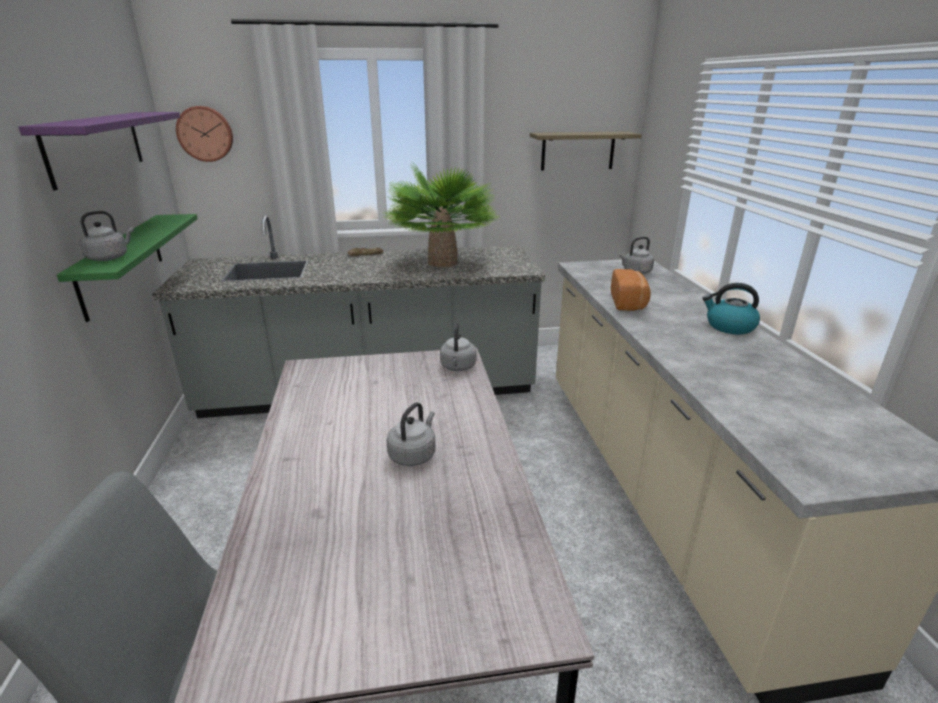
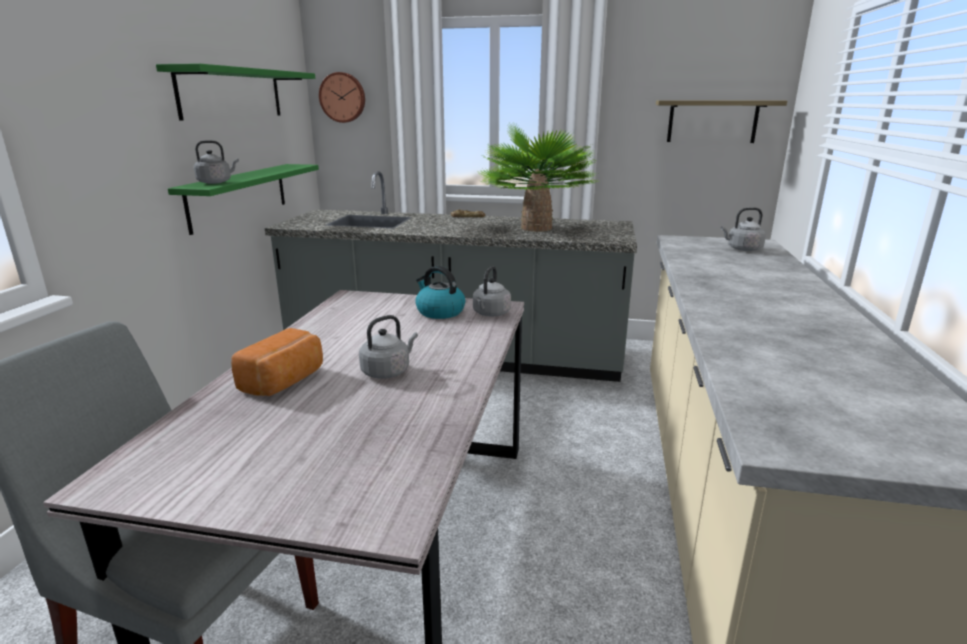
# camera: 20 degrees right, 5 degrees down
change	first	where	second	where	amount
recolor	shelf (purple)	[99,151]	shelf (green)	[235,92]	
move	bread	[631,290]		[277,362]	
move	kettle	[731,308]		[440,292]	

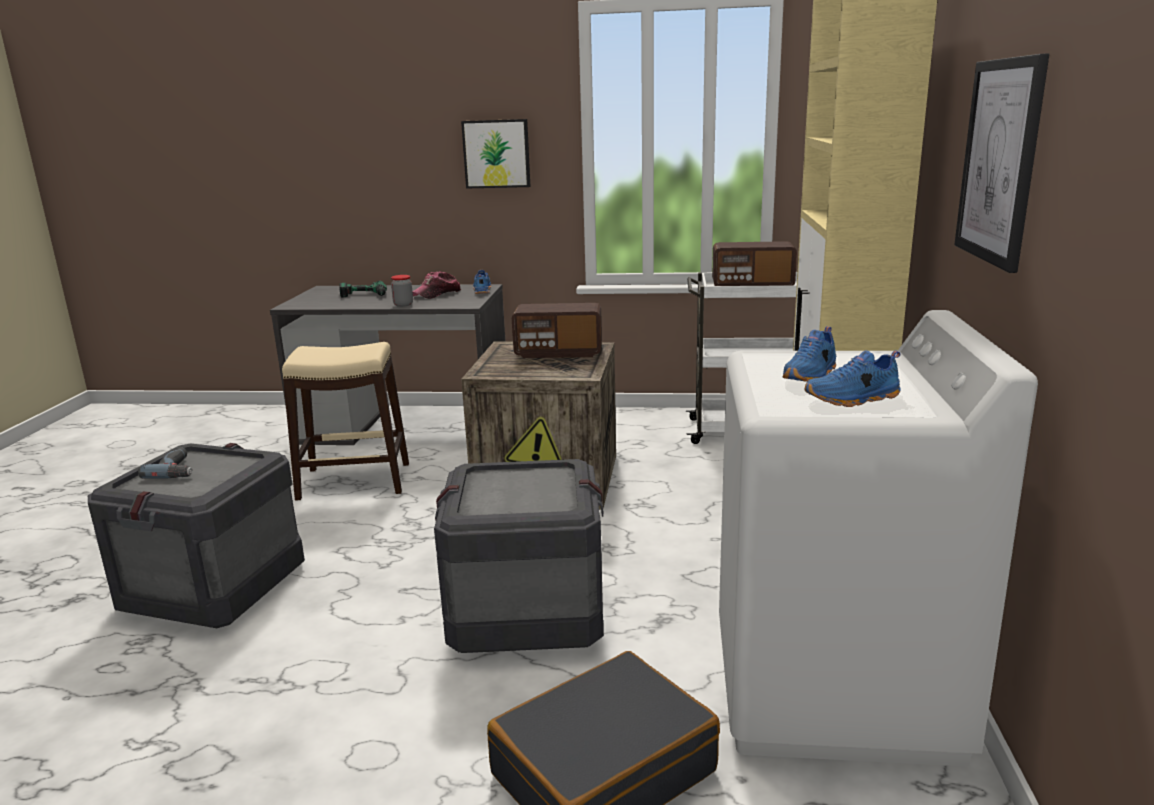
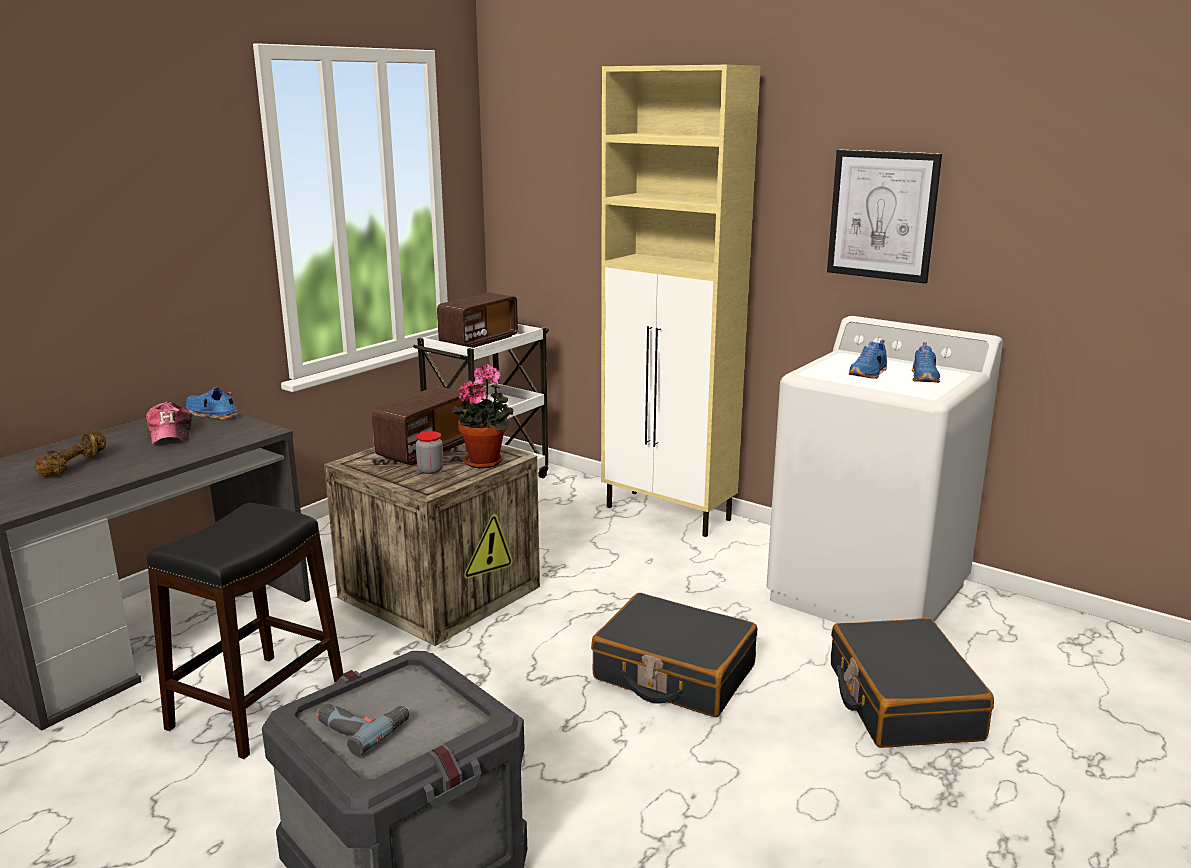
# camera: 60 degrees left, 0 degrees up
change	first	where	second	where	amount
replace	power drill	[363,289]	dumbbell (brown)	[70,453]	
recolor	stool (beige)	[345,421]	stool (black)	[245,631]	
move	jar	[402,291]		[430,452]	
insert			potted plant	[482,416]	
replace	crate	[518,556]	suitcase (black)	[674,655]	
rotate	shoe (blue)	[809,354]		[868,359]	60 degrees clockwise
delete	picture	[495,154]			

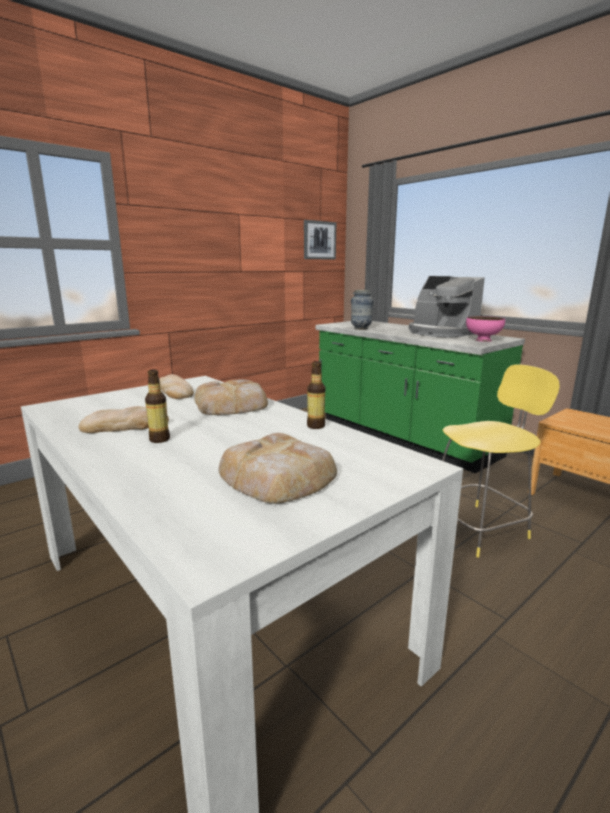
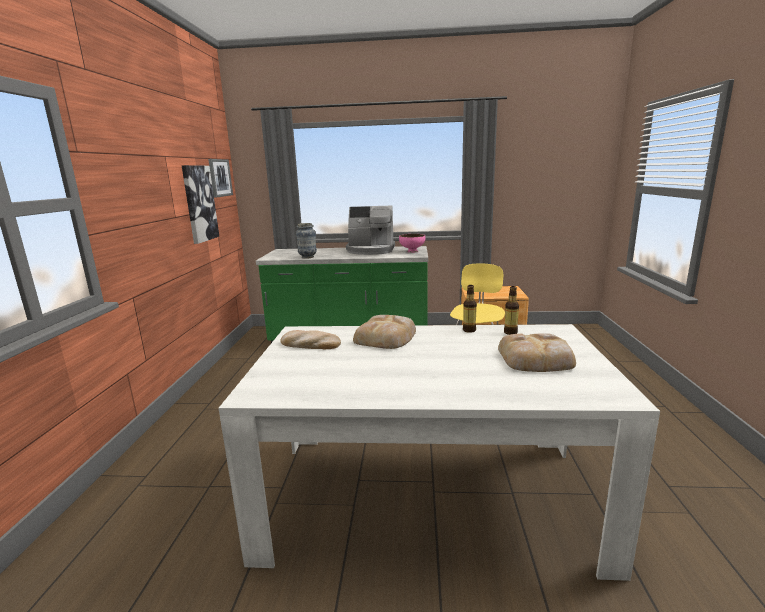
# camera: 45 degrees left, 0 degrees up
change	first	where	second	where	amount
insert			picture	[200,204]	
move	bottle	[157,406]		[511,310]	
delete	bread	[124,419]			

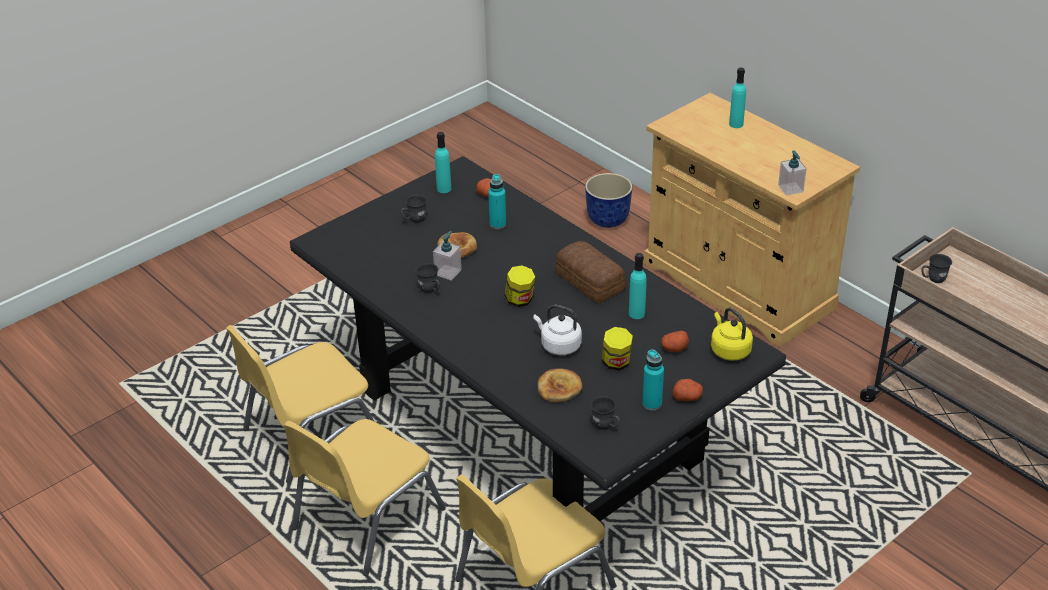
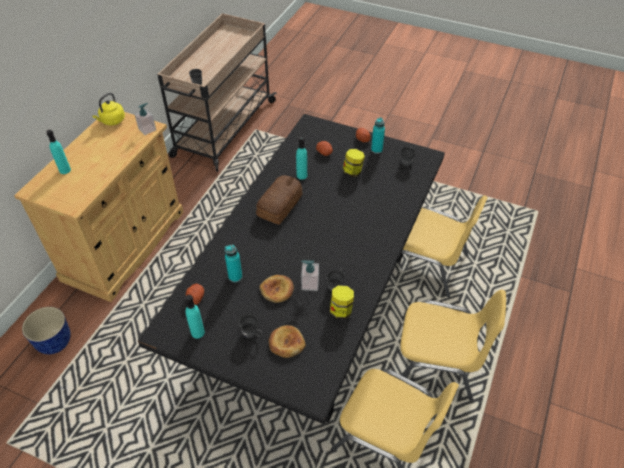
# camera: 115 degrees left, 10 degrees up
change	first	where	second	where	amount
move	kettle (yellow)	[732,334]		[108,109]	
move	bread	[559,385]		[287,341]	
move	jar	[520,286]		[342,302]	
delete	kettle (white)	[557,330]			

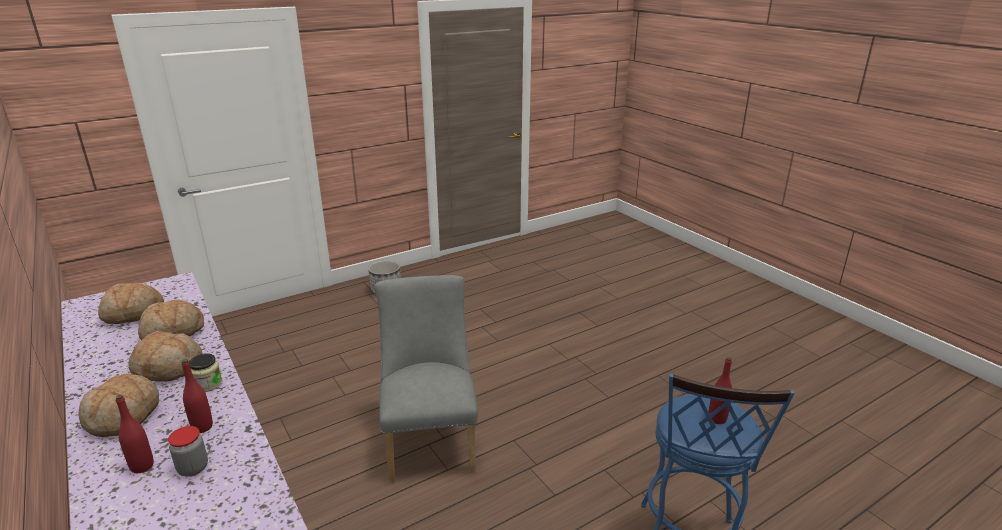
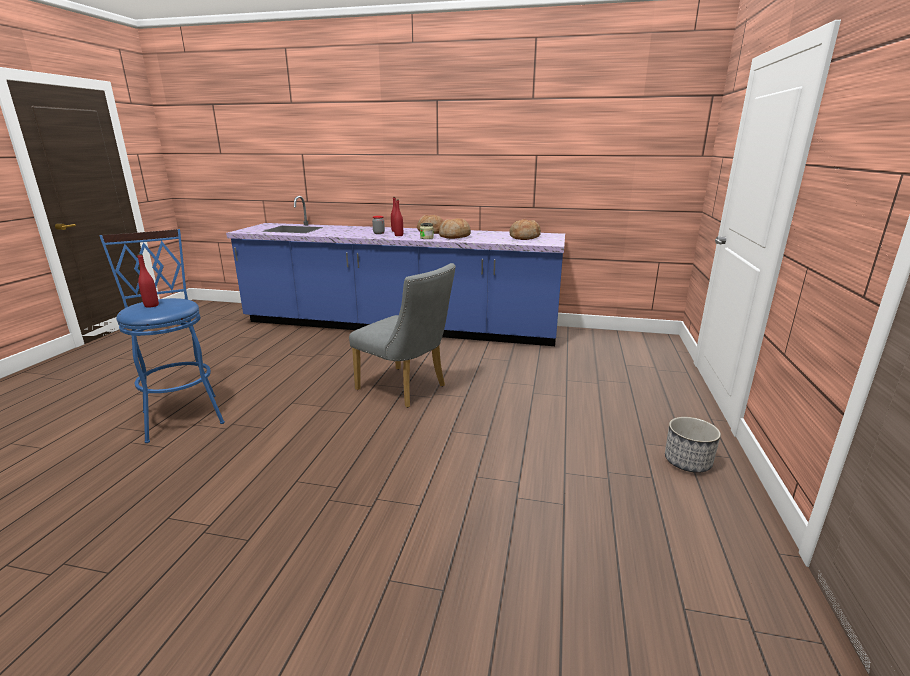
# camera: 135 degrees right, 5 degrees down
change	first	where	second	where	amount
delete	bread	[171,320]			

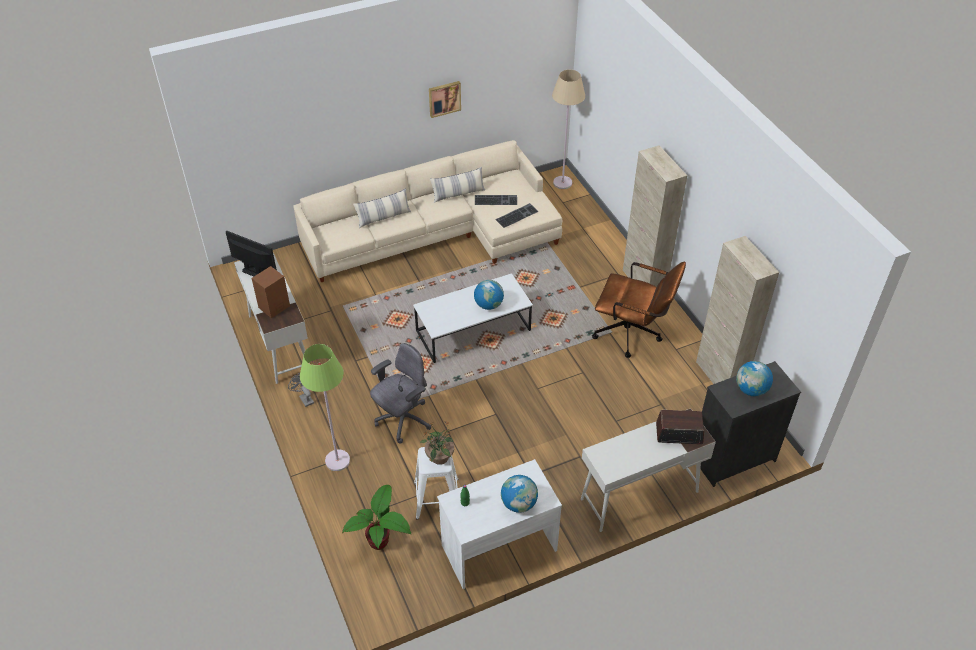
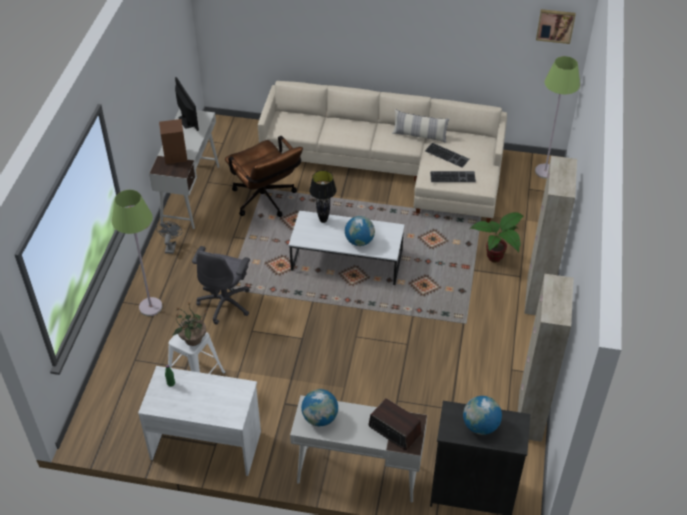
# camera: 35 degrees right, 0 degrees up
change	first	where	second	where	amount
rotate	office chair (grey)	[401,393]		[221,285]	120 degrees clockwise
move	office chair (brown)	[639,310]		[264,176]	
move	globe	[519,494]		[319,407]	
insert			table lamp (black)	[323,196]	
move	potted plant	[376,517]		[496,237]	
recolor	floor lamp (beige)	[568,129]	floor lamp (green)	[557,117]	
move	picture	[445,99]		[556,26]	
delete	pillow	[382,208]			

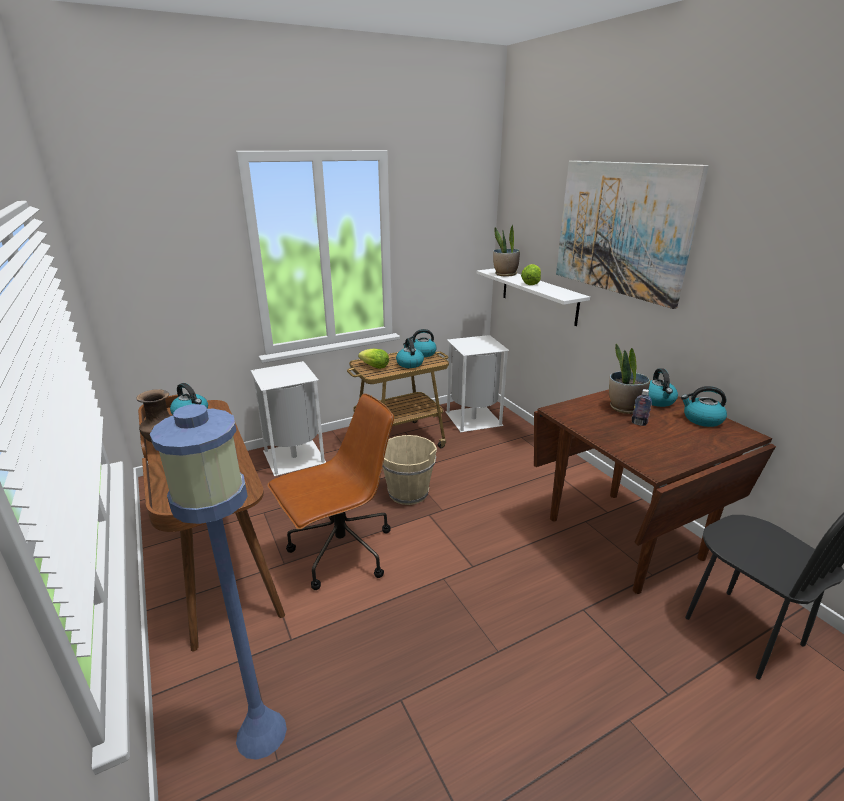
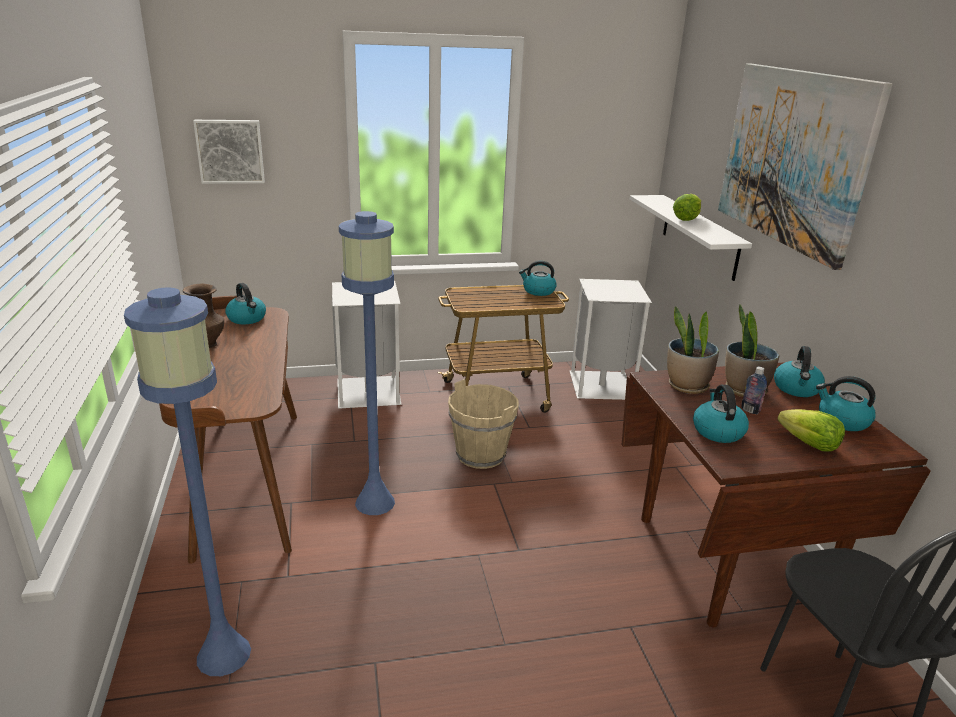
# camera: 15 degrees right, 0 degrees up
change	first	where	second	where	amount
insert			picture	[229,152]	
replace	office chair (brown)	[330,491]	floor lamp (blue)	[367,363]	
move	potted plant	[506,250]		[693,350]	
move	kettle	[410,353]		[721,414]	
move	lettuce	[373,358]		[811,430]	

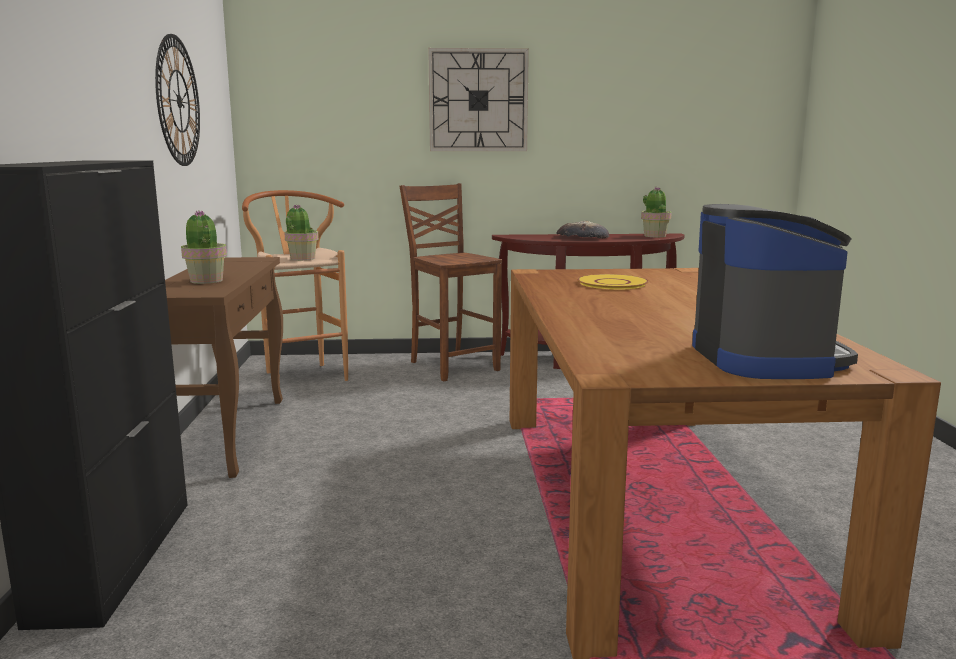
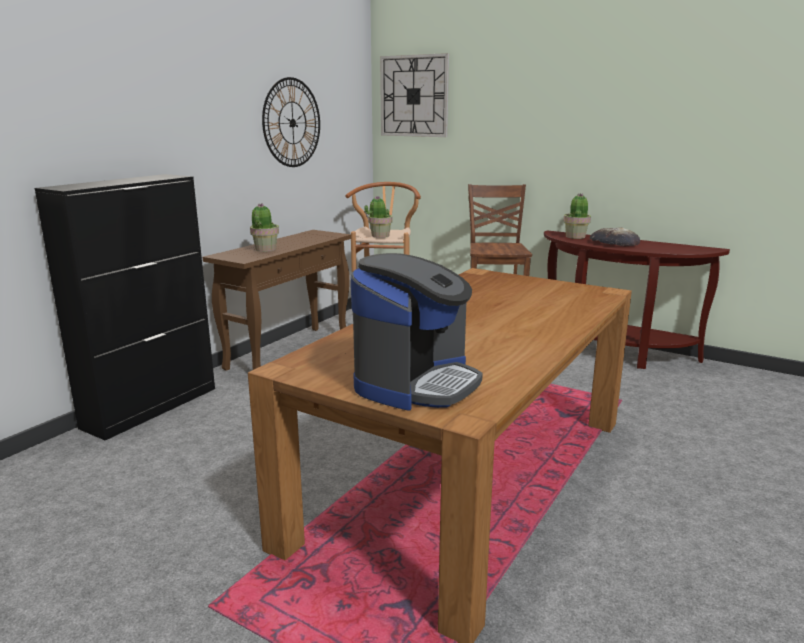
# camera: 35 degrees right, 5 degrees up
change	first	where	second	where	amount
move	wall clock	[478,99]		[414,95]	
move	potted plant	[656,212]		[577,216]	
delete	plate (yellow)	[613,282]			

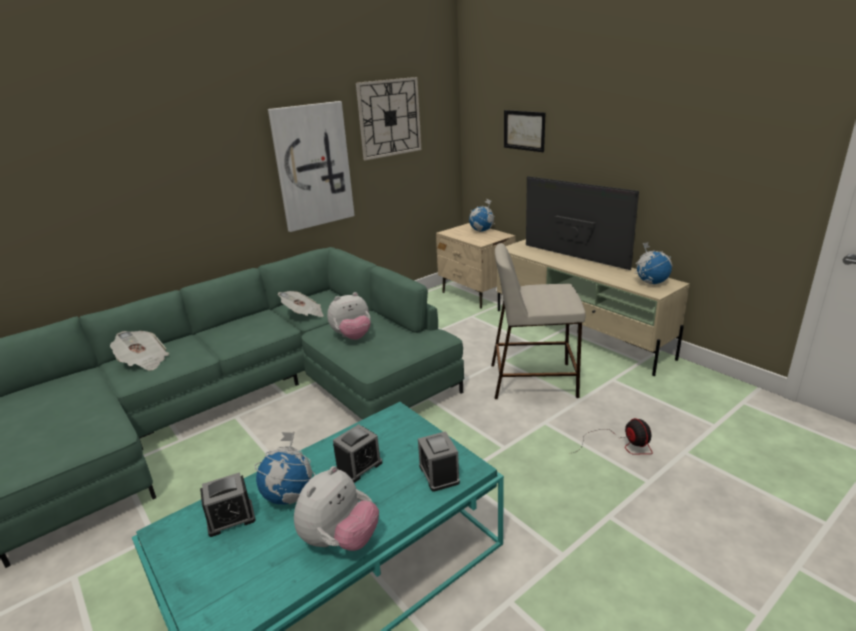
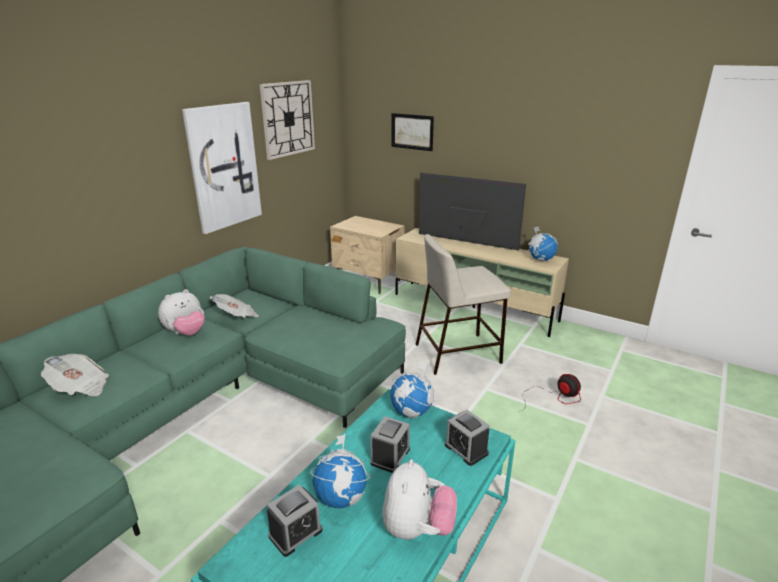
# camera: 20 degrees left, 0 degrees up
change	first	where	second	where	amount
move	plush toy	[349,316]		[181,312]	
move	globe	[482,215]		[413,389]	

